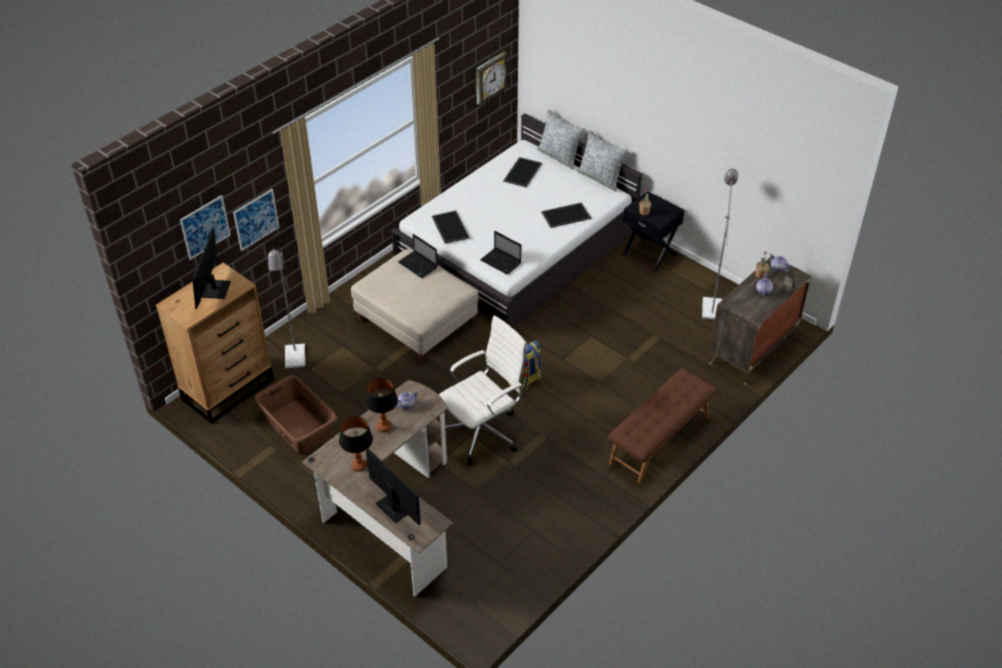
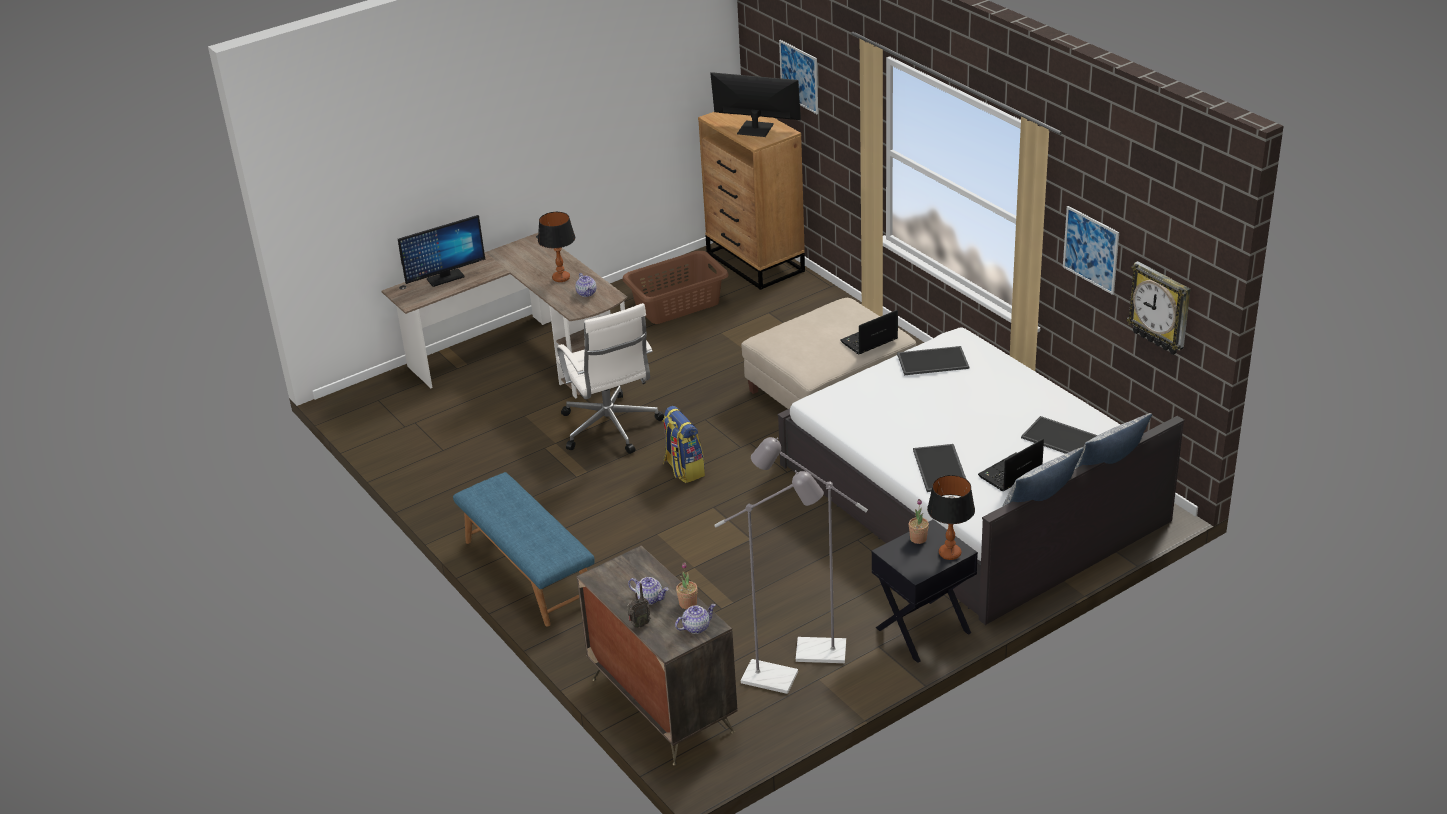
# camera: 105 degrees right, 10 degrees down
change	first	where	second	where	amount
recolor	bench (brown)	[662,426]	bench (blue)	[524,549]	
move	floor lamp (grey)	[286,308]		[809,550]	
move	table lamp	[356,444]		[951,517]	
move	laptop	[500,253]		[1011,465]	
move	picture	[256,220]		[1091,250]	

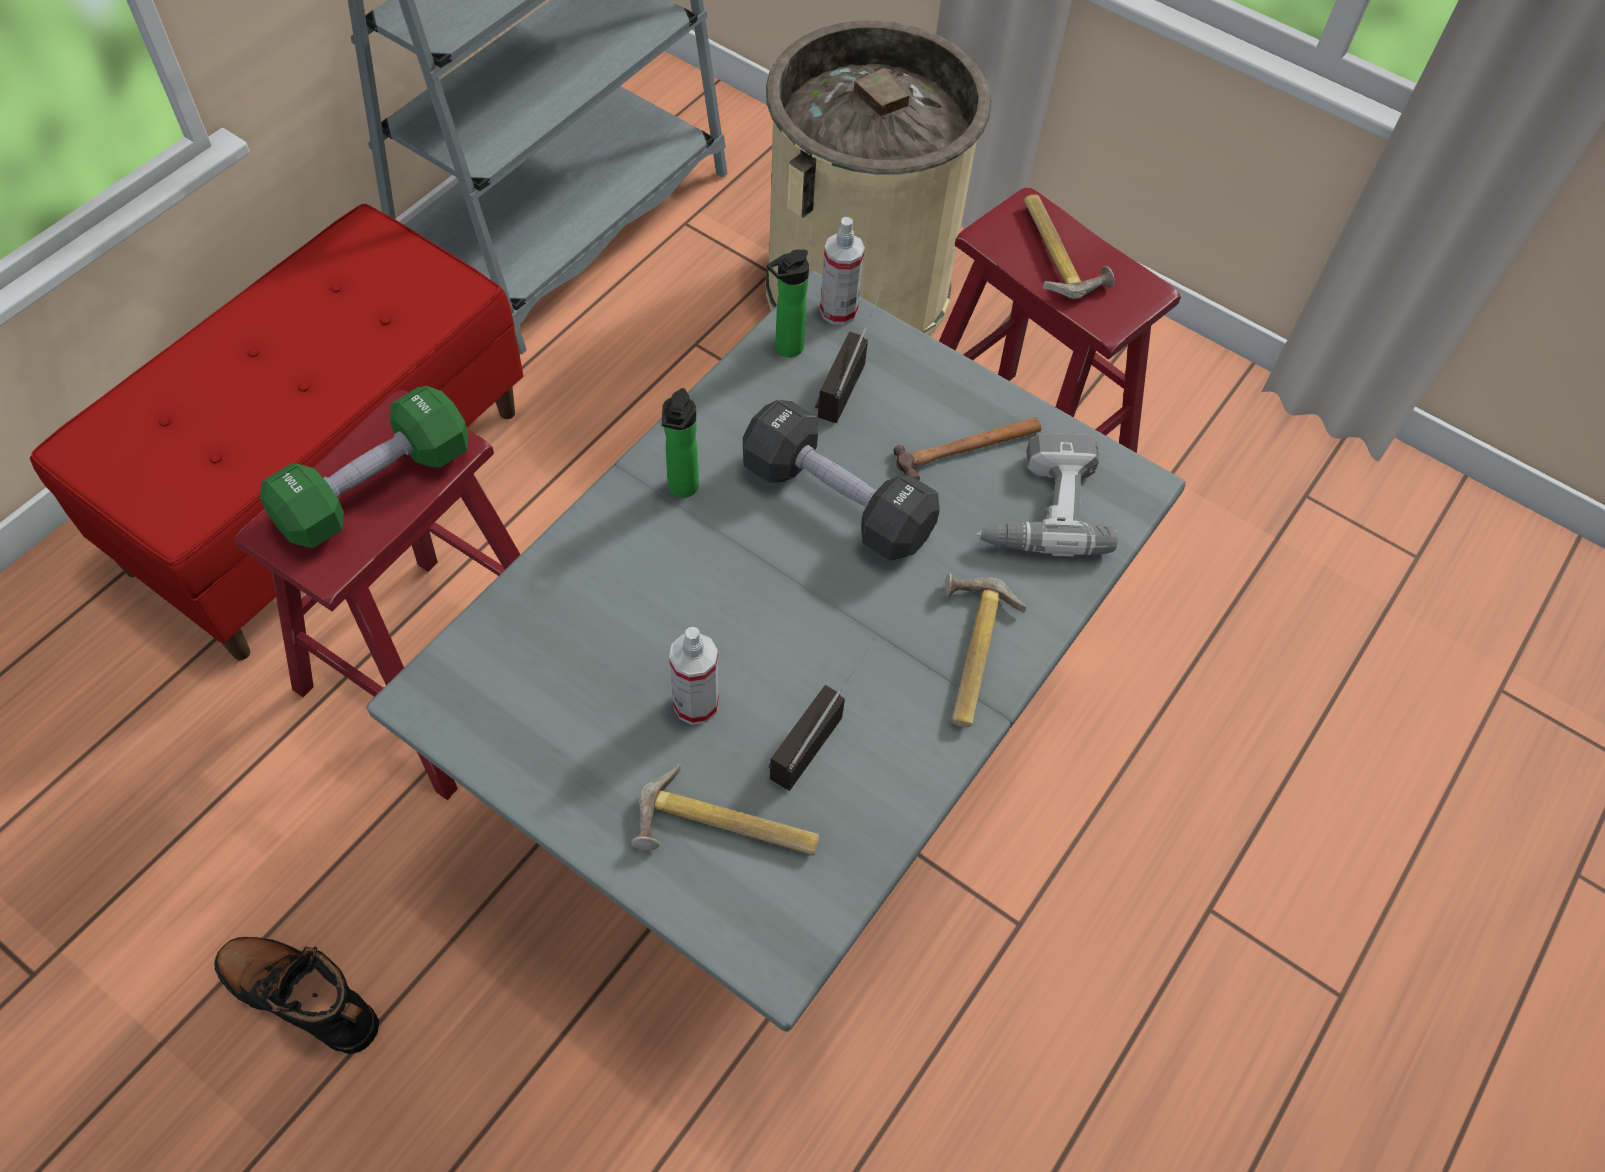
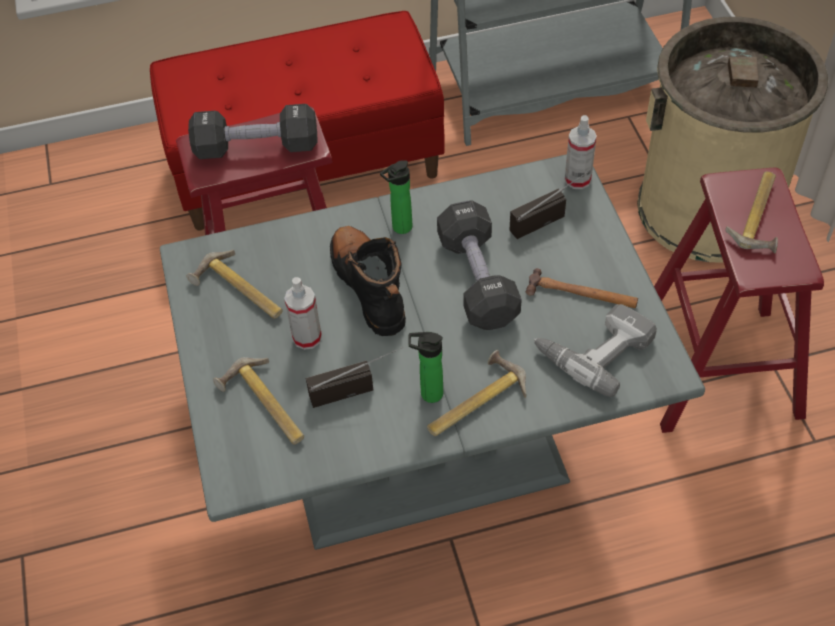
# camera: 45 degrees right, 5 degrees down
change	first	where	second	where	amount
insert			hammer	[235,284]	
recolor	dumbbell (green)	[364,467]	dumbbell (black)	[253,131]	
move	boot (black)	[296,995]		[368,281]	
move	bottle	[788,303]		[425,367]	

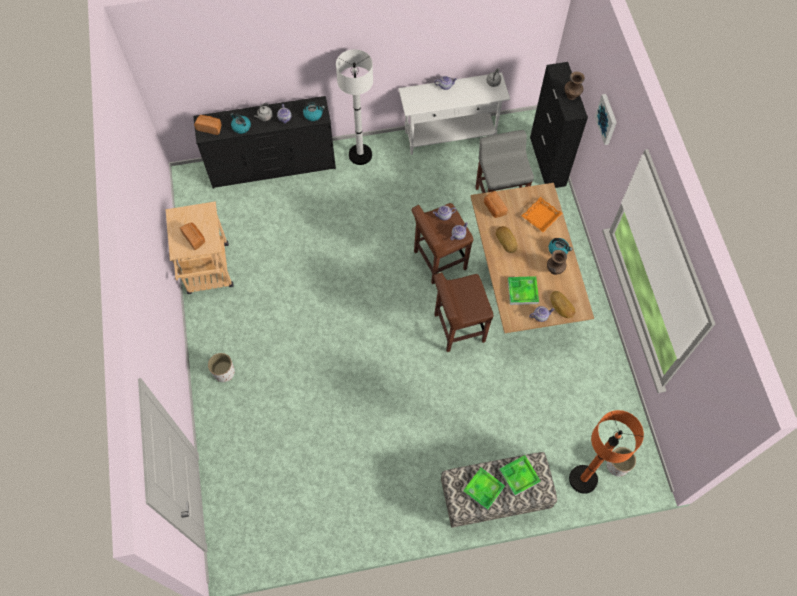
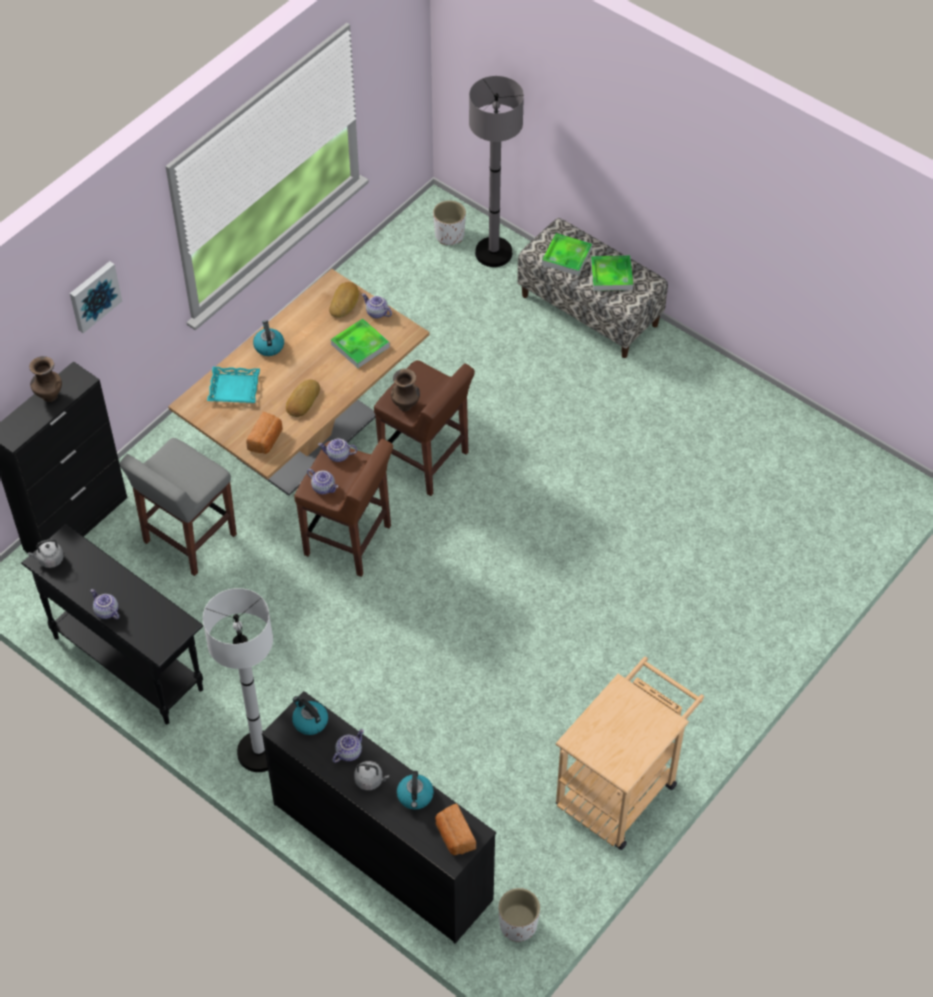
# camera: 130 degrees left, 10 degrees down
change	first	where	second	where	amount
recolor	console table (white)	[454,113]	console table (black)	[112,624]	
recolor	tray (orange)	[541,214]	tray (turquoise)	[233,385]	
move	vase (brown)	[557,262]		[405,390]	
recolor	floor lamp (orange)	[606,452]	floor lamp (grey)	[496,171]	
move	planter (white)	[221,367]		[519,915]	
delete	bread	[192,236]			

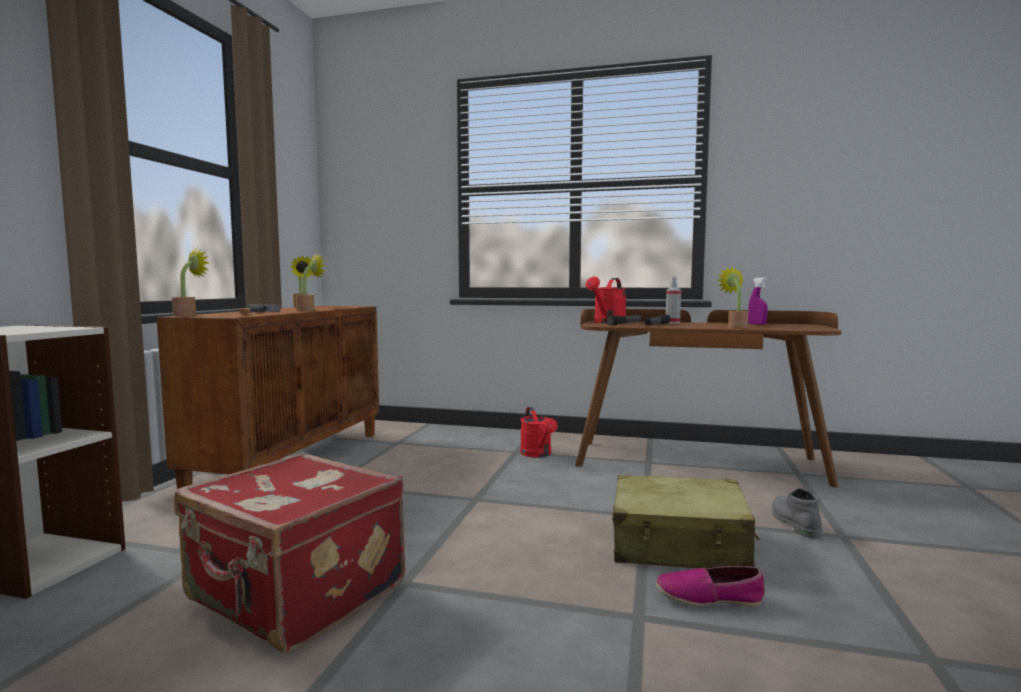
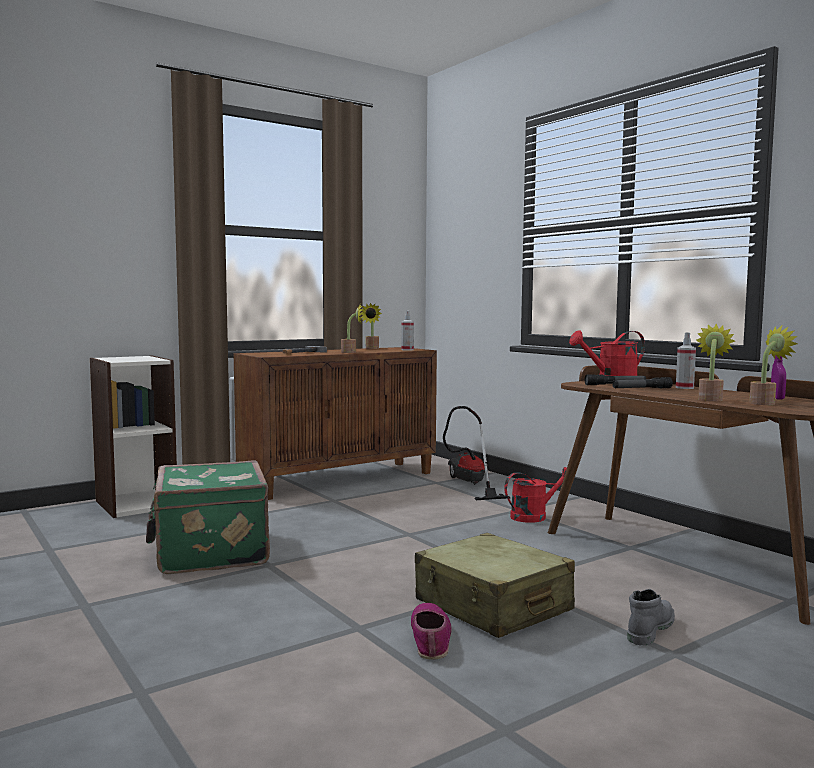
# camera: 40 degrees right, 0 degrees up
change	first	where	second	where	amount
recolor	suitcase (red)	[289,552]	suitcase (green)	[208,517]	
insert			spray bottle	[407,331]	
rotate	shoe	[710,586]		[431,631]	45 degrees clockwise
insert			vacuum cleaner	[476,453]	
rotate	watering can (red)	[539,432]		[535,495]	135 degrees counterclockwise
move	potted plant	[190,282]		[773,365]	

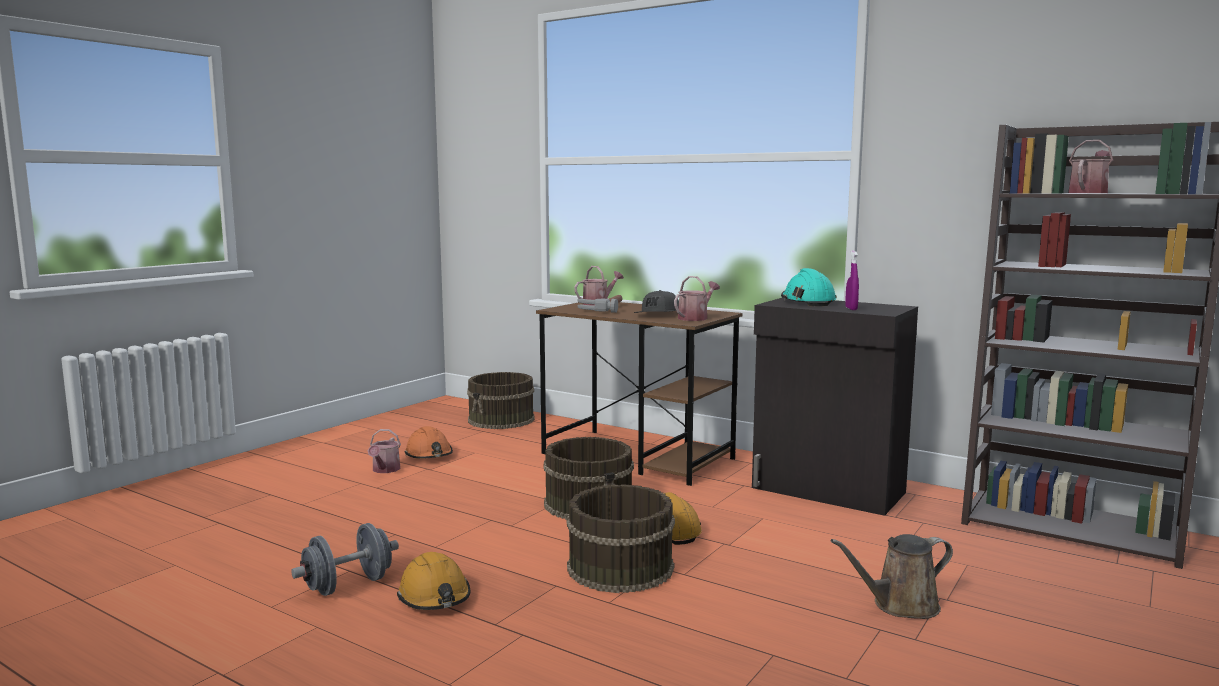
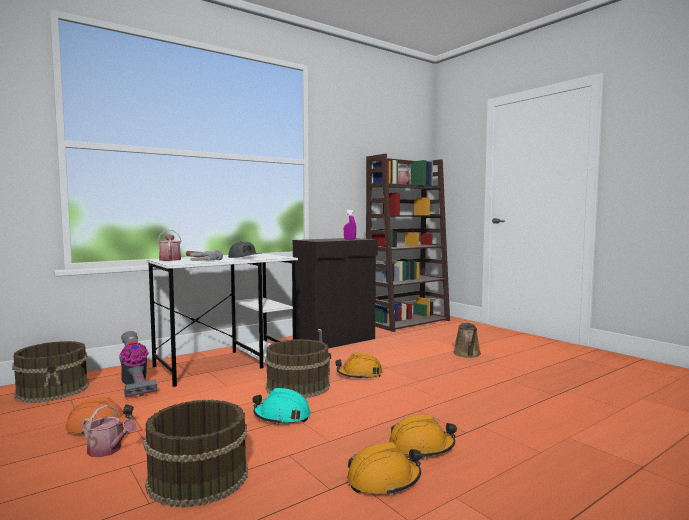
# camera: 70 degrees left, 5 degrees down
change	first	where	second	where	amount
insert			vacuum cleaner	[138,364]	
move	bucket (brown)	[621,538]		[195,454]	
recolor	desk (brown)	[639,394]	desk (white)	[222,320]	
move	hard hat (turquoise)	[809,287]		[282,406]	
replace	dumbbell (grey)	[345,559]	hard hat (orange)	[384,469]	
delete	watering can	[697,298]			

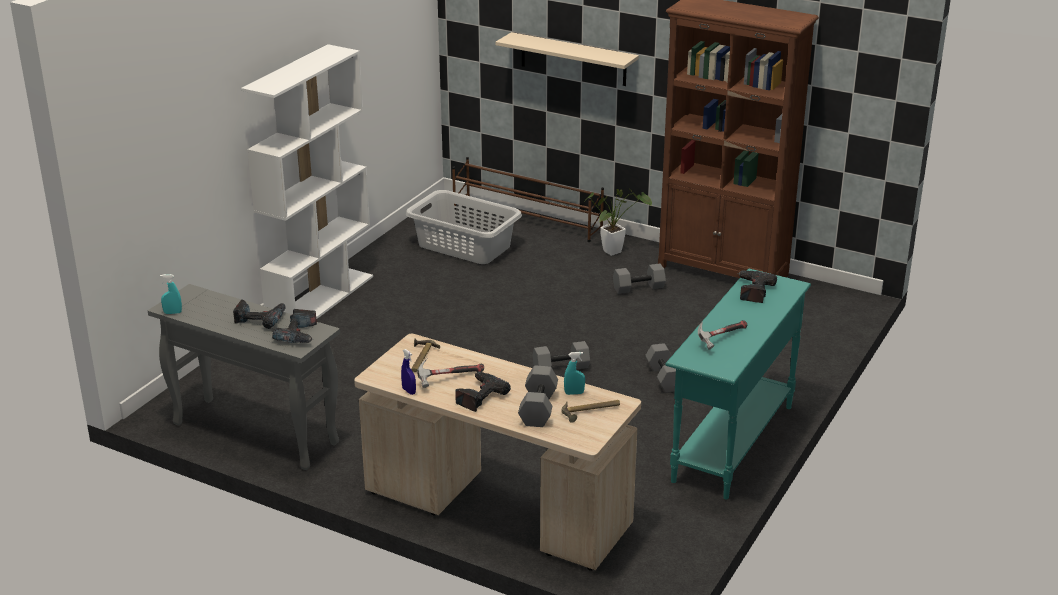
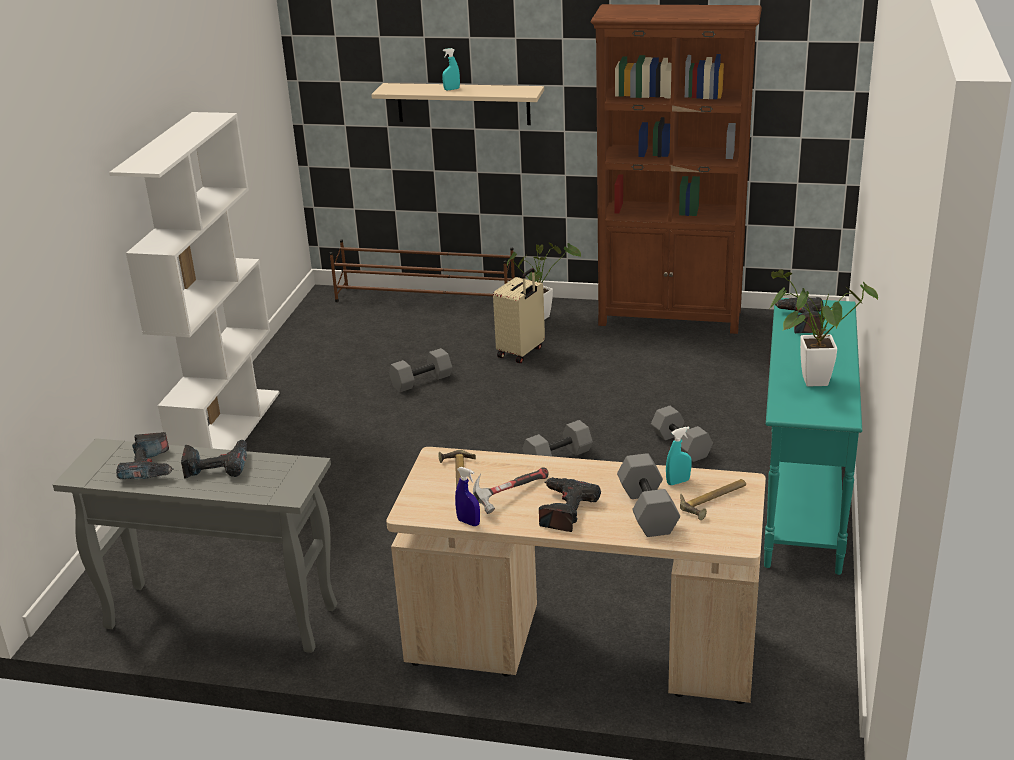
# camera: 15 degrees left, 0 degrees up
change	first	where	second	where	amount
move	power drill	[294,326]		[145,455]	
move	dumbbell (grey)	[639,278]		[420,370]	
move	spray bottle (turquoise)	[171,294]		[451,69]	
insert			suitcase (beige)	[519,315]	
replace	hammer	[722,334]	potted plant	[823,327]	
delete	laundry basket (grey)	[464,227]			

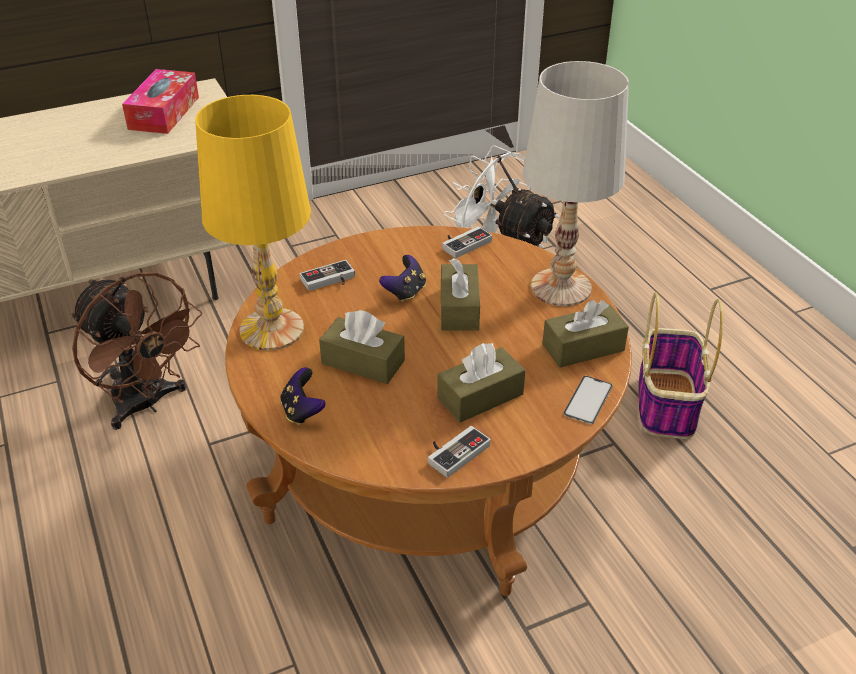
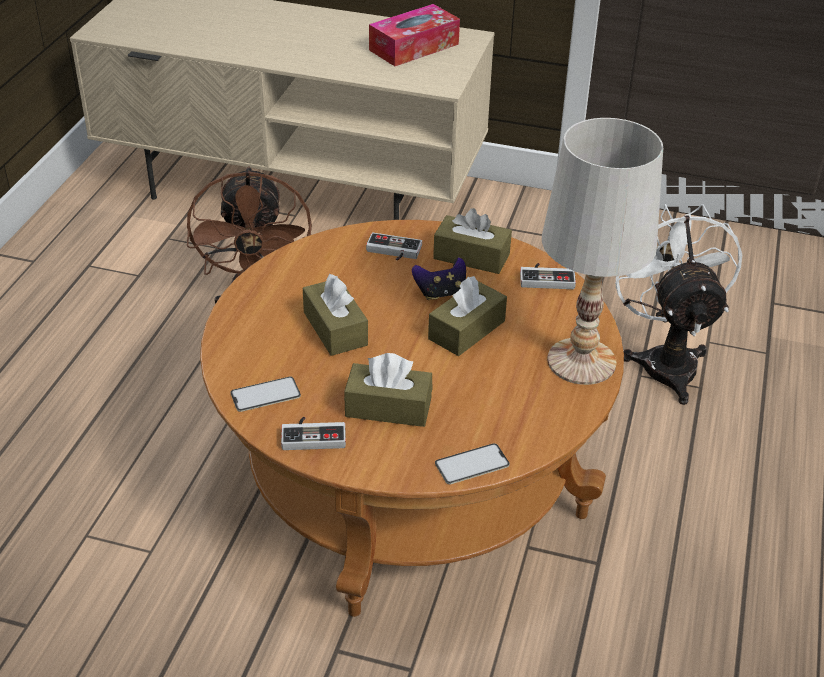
# camera: 40 degrees right, 0 degrees up
change	first	where	second	where	amount
insert			phone	[265,394]	
move	tissue box (brown)	[585,334]		[472,241]	
delete	table lamp (yellow)	[253,222]			
delete	game controller	[303,396]			
delete	basket	[680,365]			

